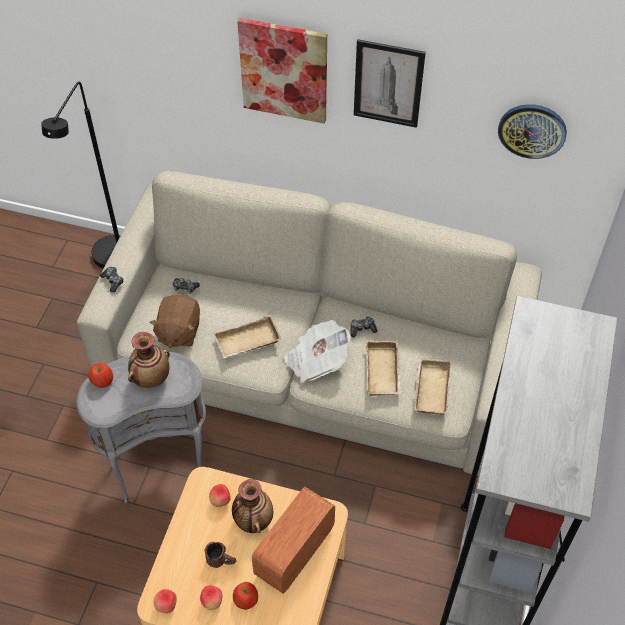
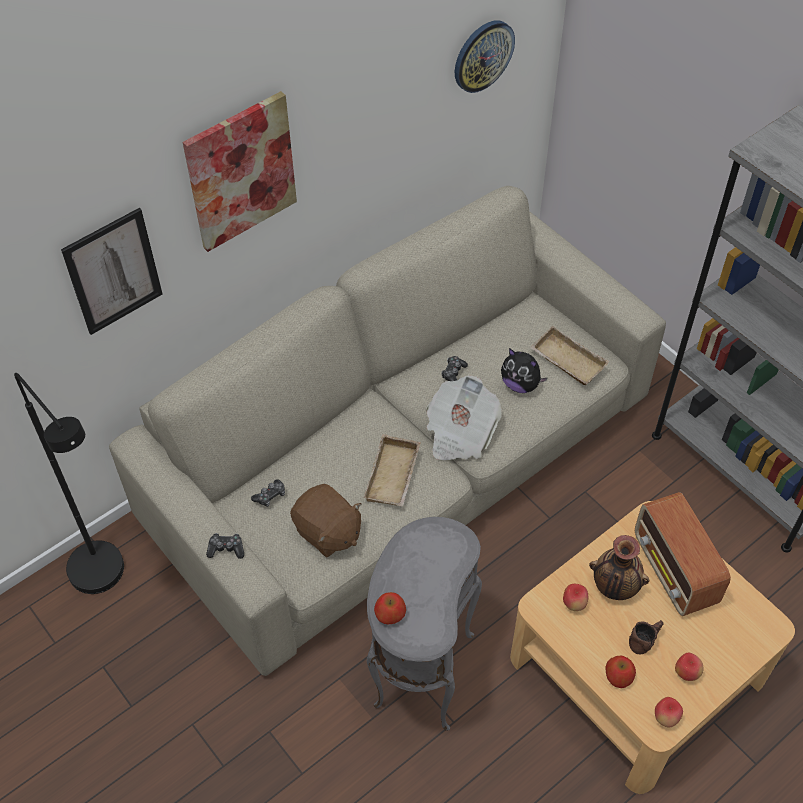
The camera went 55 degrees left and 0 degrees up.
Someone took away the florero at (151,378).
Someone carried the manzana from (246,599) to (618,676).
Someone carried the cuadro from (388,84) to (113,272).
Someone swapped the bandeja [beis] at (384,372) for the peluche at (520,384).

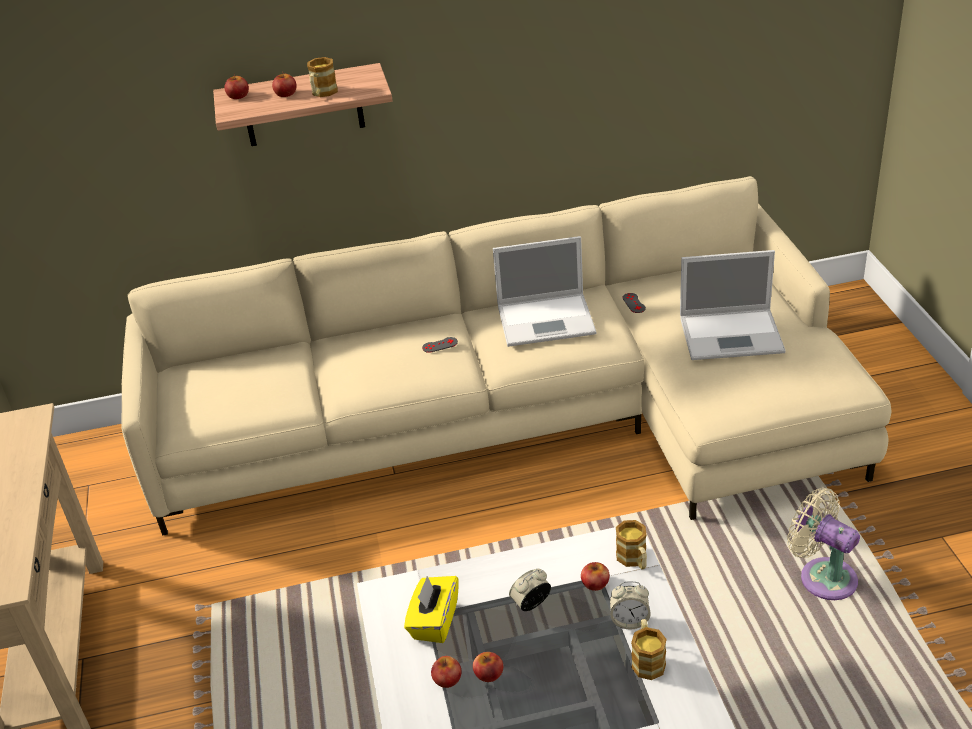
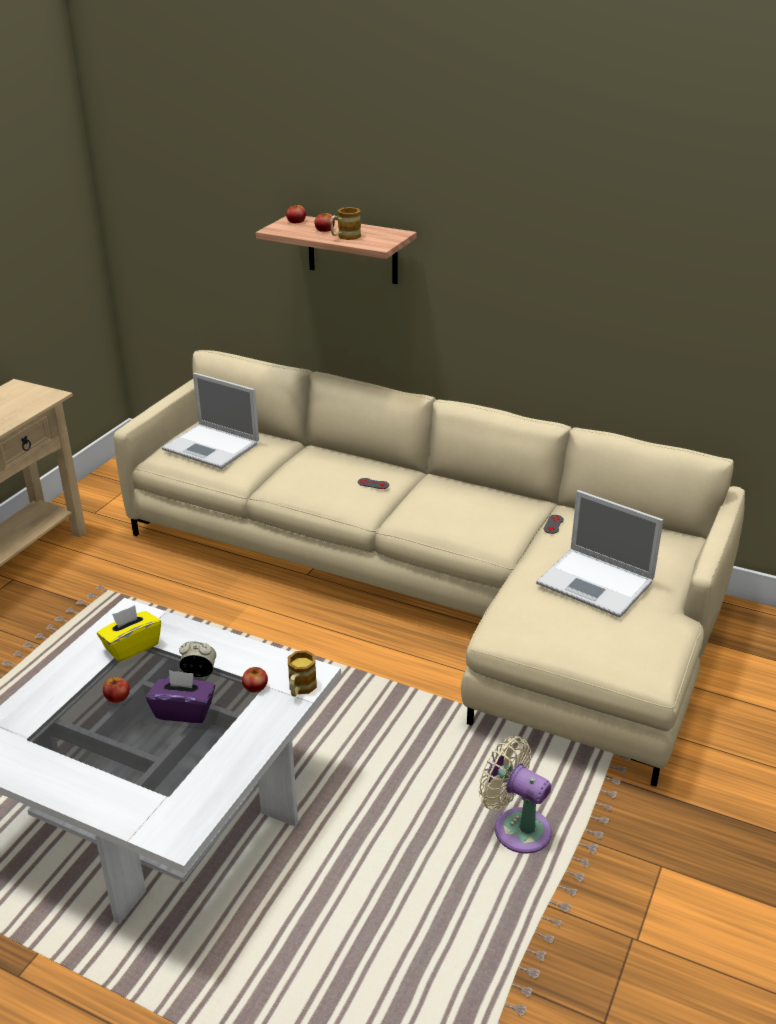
The camera went 35 degrees right and 5 degrees down.
Someone took away the manzana at (447,678).
Someone carried the portátil from (548,319) to (212,447).
Someone took away the despertador at (629,621).
Someone took away the taza grande at (647,659).
Someone rotated the ventilador [beis] at (823,576) by 45 degrees counterclockwise.
Someone put down the caja de pañuelos [morado] at (184,711).

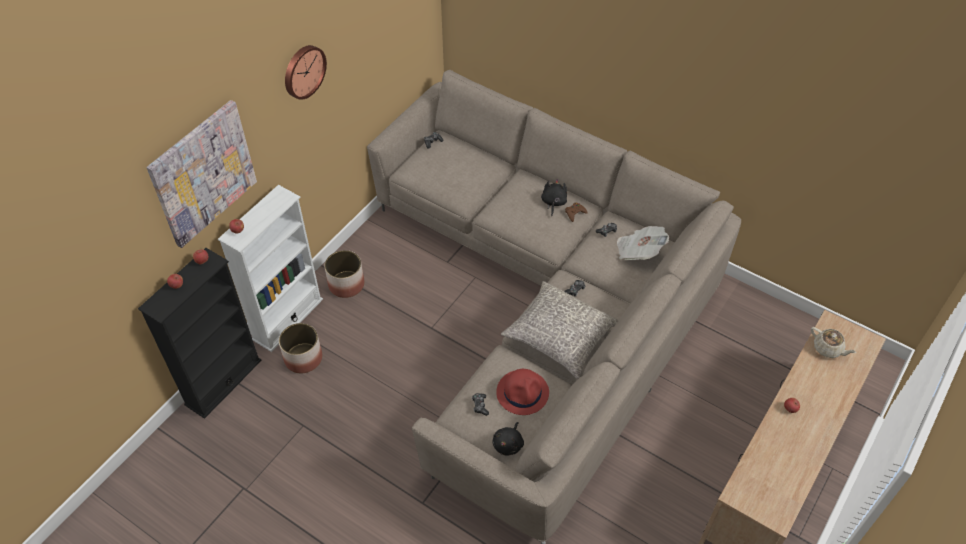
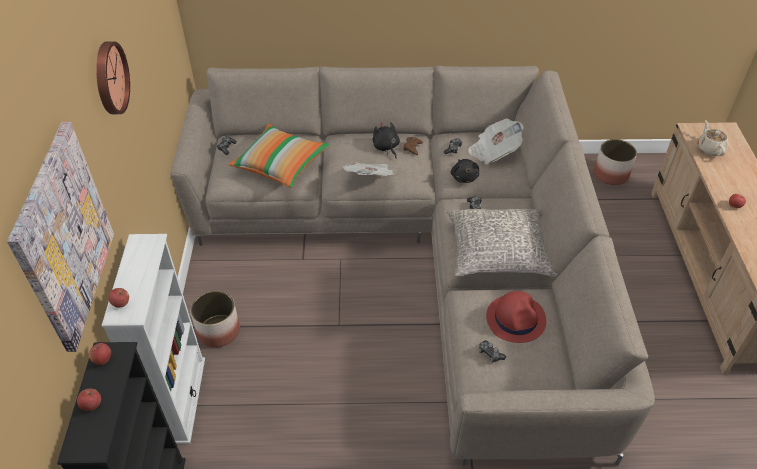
The camera went 35 degrees left and 5 degrees down.
Someone carried the maceta from (303,358) to (610,175).
Someone carried the peluche [negro] from (508,444) to (464,177).
Someone rotated the tetera [beis] at (828,349) by 105 degrees counterclockwise.
Someone put down the cojín at (281,165).
Someone put down the periódico at (370,179).

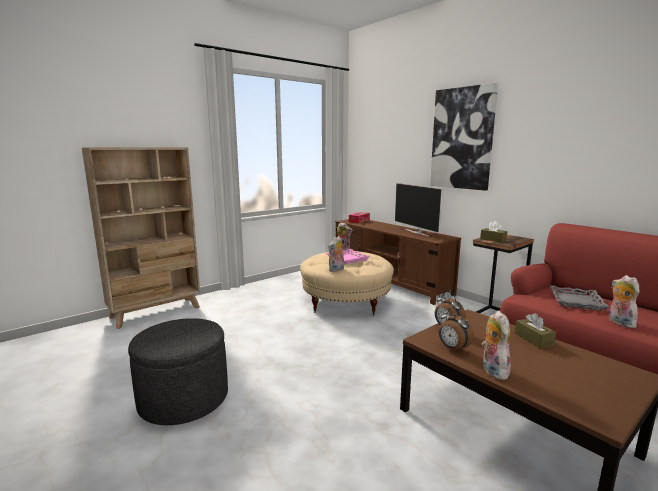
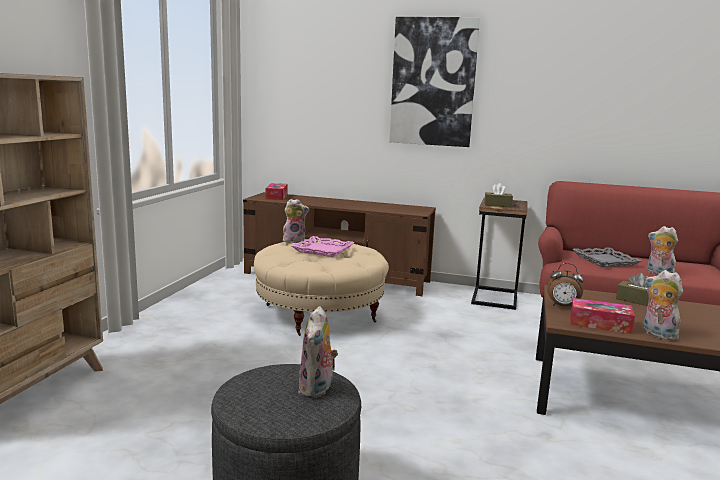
The camera went 35 degrees left and 0 degrees up.
Someone carried the peluche from (336,270) to (317,389).
Someone took away the televisor at (417,232).
Someone swapped the despertador at (452,348) for the caja de pañuelos at (599,324).

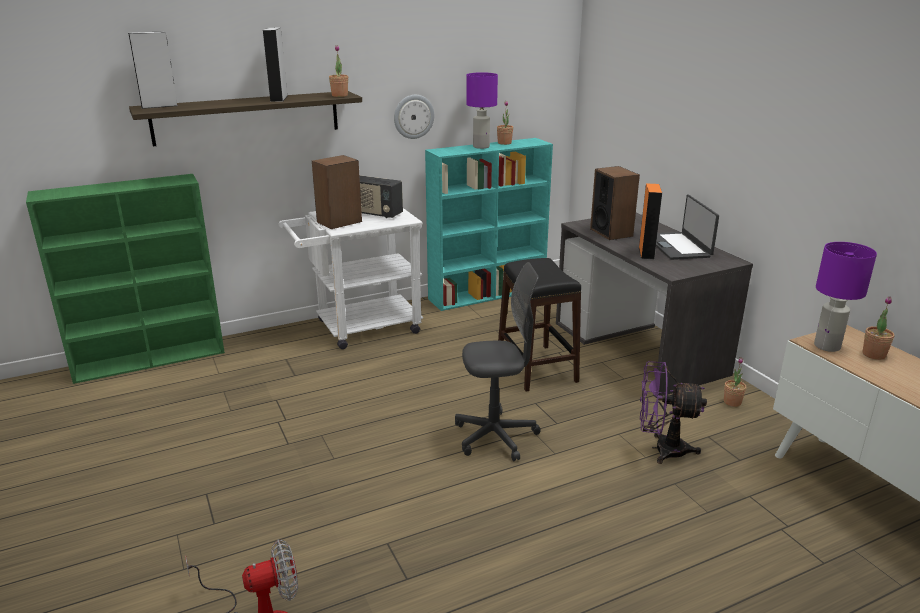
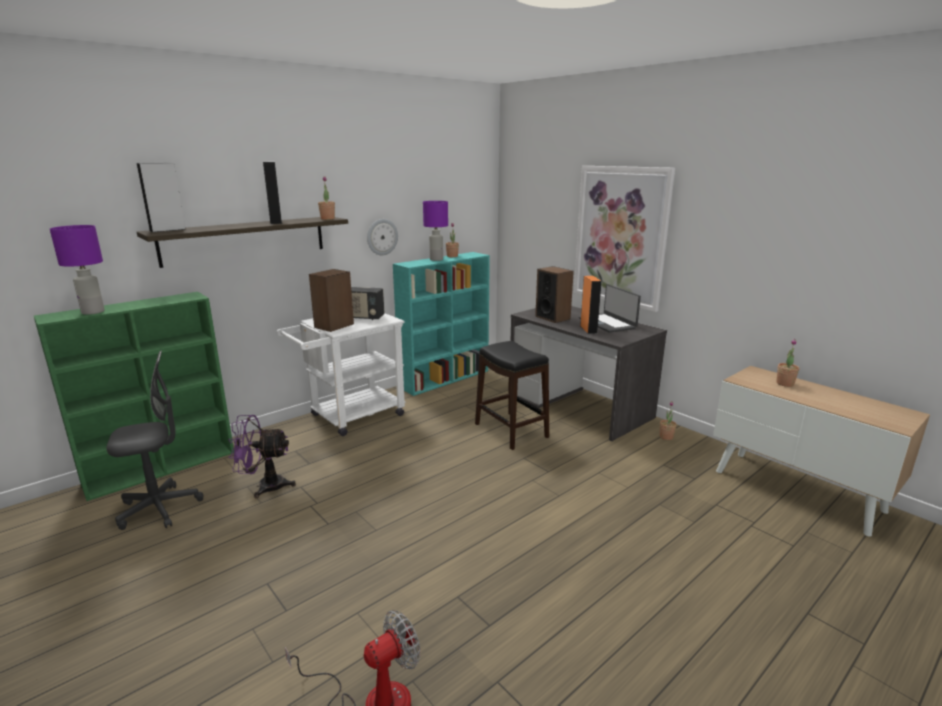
The camera went 15 degrees left and 5 degrees down.
Someone carried the silla de oficina [gris] from (495,437) to (159,508).
Someone carried the ventilador [morado] from (661,449) to (264,486).
Someone carried the lámpara de mesa [morado] from (827,346) to (93,312).
Someone put up the cuadro at (620,236).

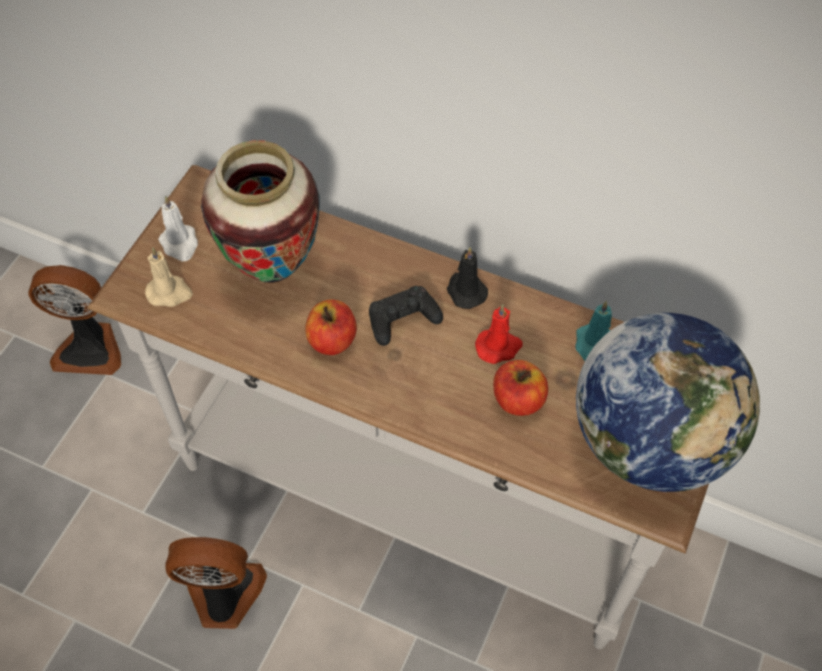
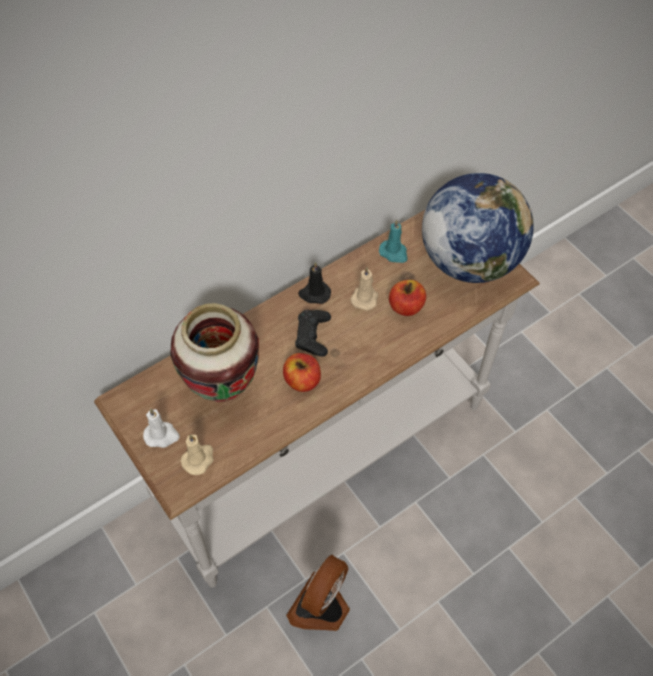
The camera went 60 degrees left and 0 degrees up.
Someone took away the ventilador at (90,348).
Someone repainted the vela [rojo] at (499,347), which became the vela [beis] at (365,297).

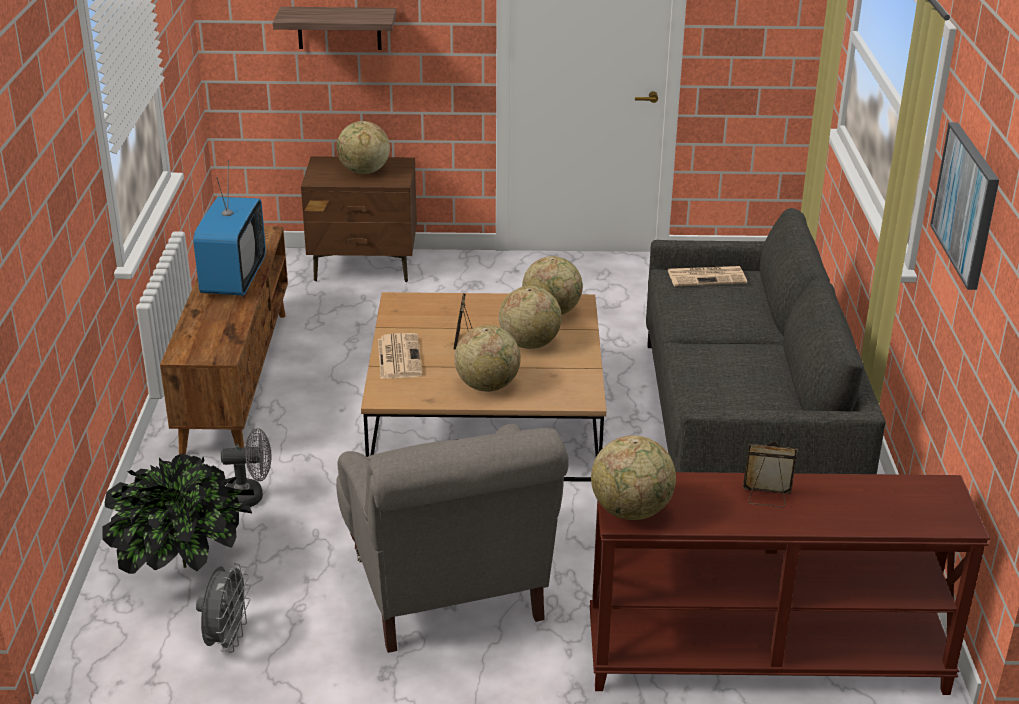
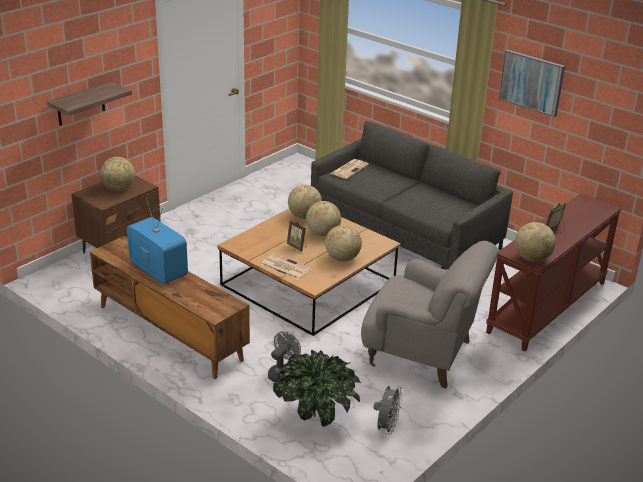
The camera went 50 degrees left and 0 degrees up.
Someone rotated the ventilador [gris] at (227,640) by 60 degrees clockwise.

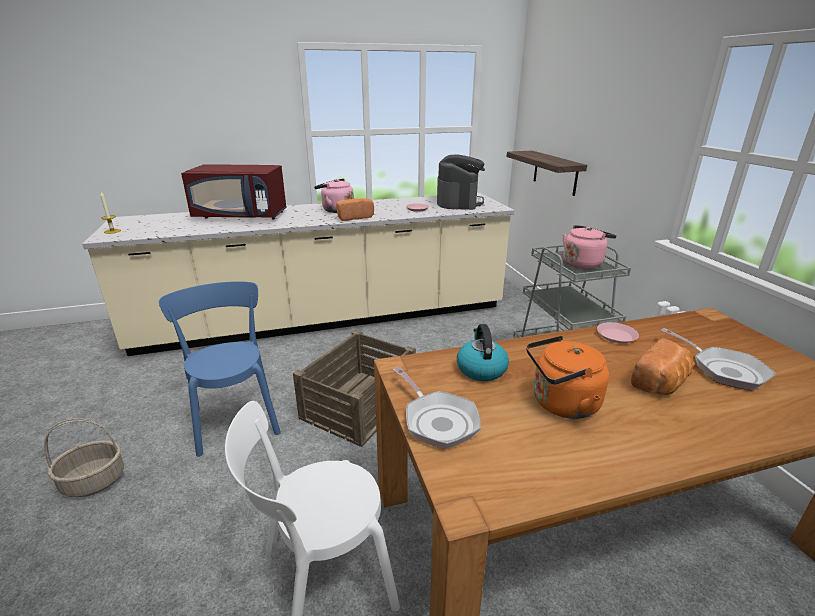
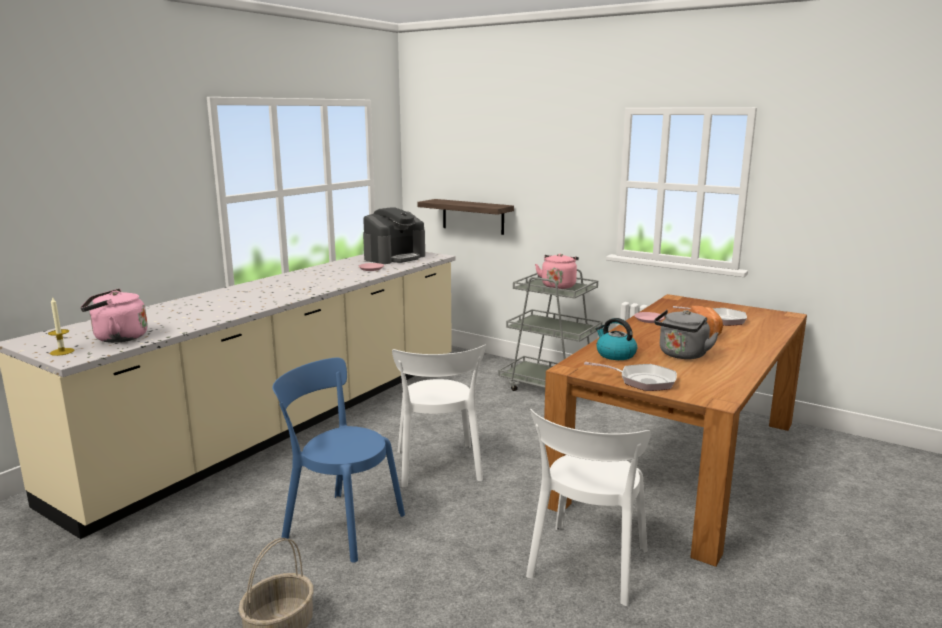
The camera went 40 degrees left and 10 degrees down.
Someone took away the microondas [rojo] at (242,216).
Someone swapped the caja de embalaje at (358,404) for the silla [blanco] at (438,468).
Someone carried the hervidor [rosa] from (336,210) to (117,338).
Someone took away the pan at (354,217).
Someone rotated the cafetera at (459,202) by 75 degrees clockwise.
Someone repainted the hervidor [naranja] at (561,404), which became the hervidor [gris] at (681,355).

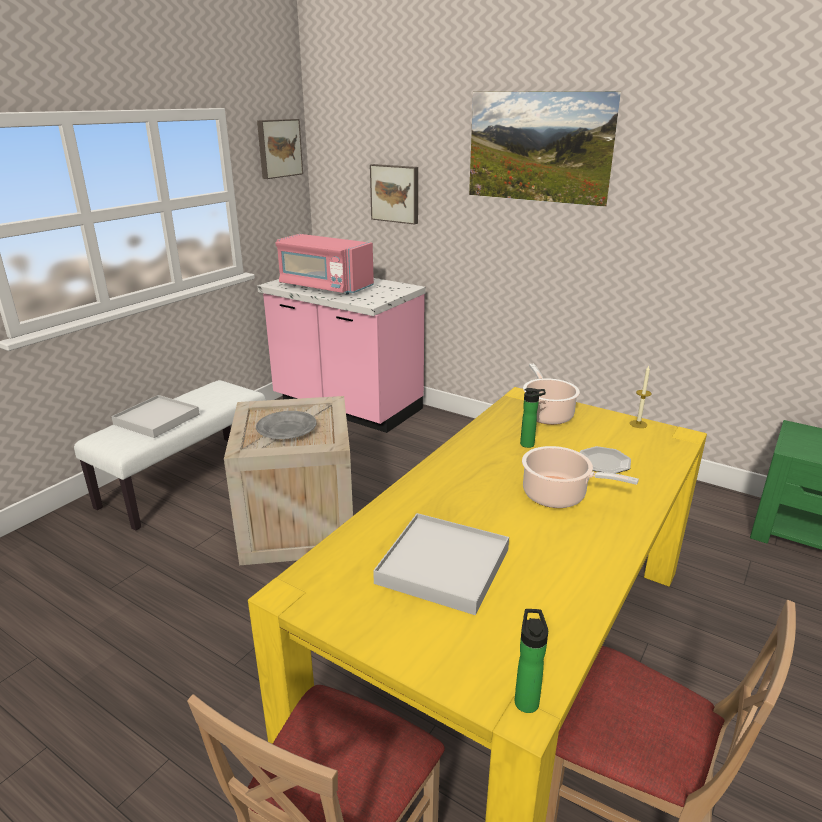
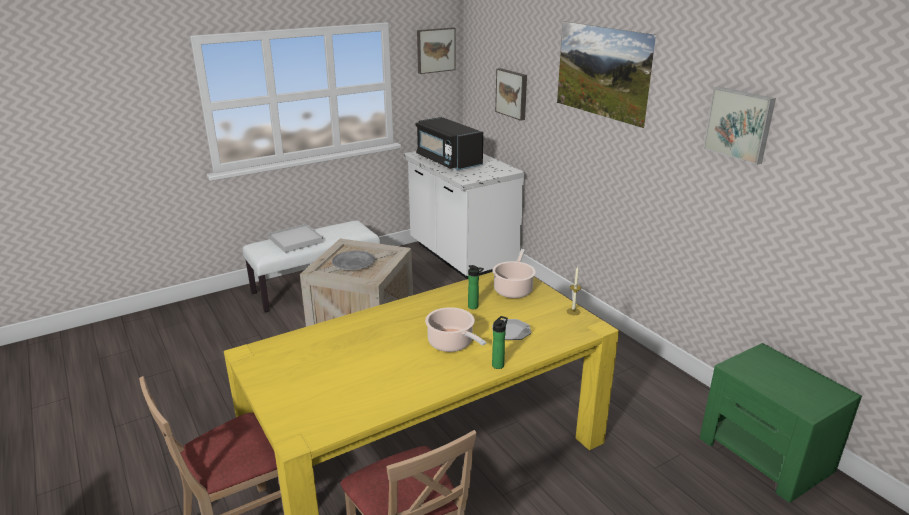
The camera went 25 degrees right and 0 degrees up.
Someone repainted the mueble bajo de cocina [rosa] at (347,407), which became the mueble bajo de cocina [blanco] at (461,258).
Someone repainted the microondas [rosa] at (324,287), which became the microondas [negro] at (448,161).
Someone took away the bandeja [blanco] at (443,566).
Someone carried the botella from (526,699) to (498,364).
Someone put up the cuadro at (740,124).

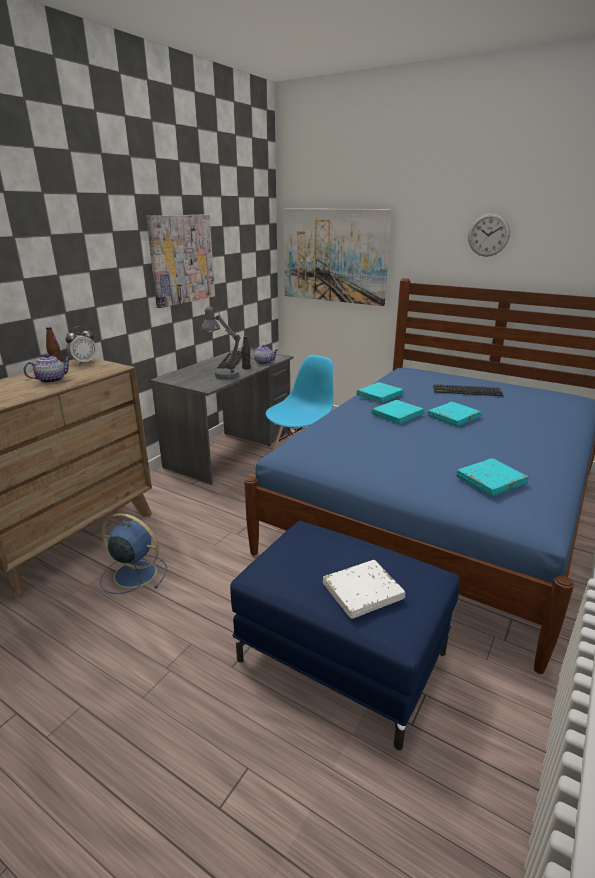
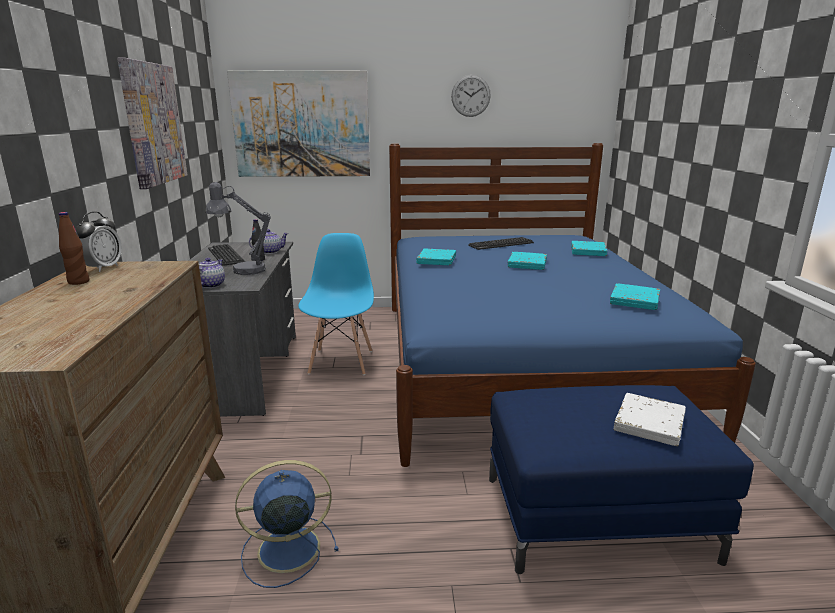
The camera went 35 degrees left and 5 degrees down.
Someone carried the tetera from (52,380) to (211,285).
Someone carried the libro [turquesa] from (397,415) to (588,251).

